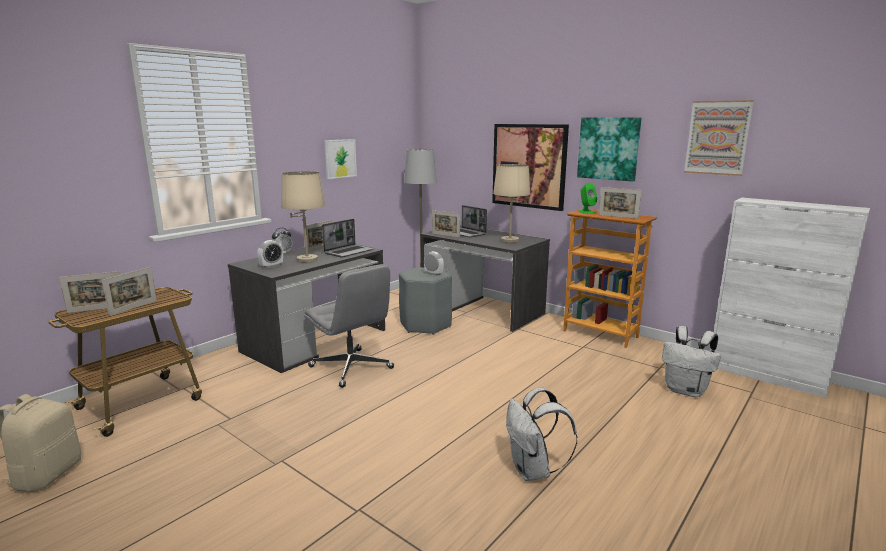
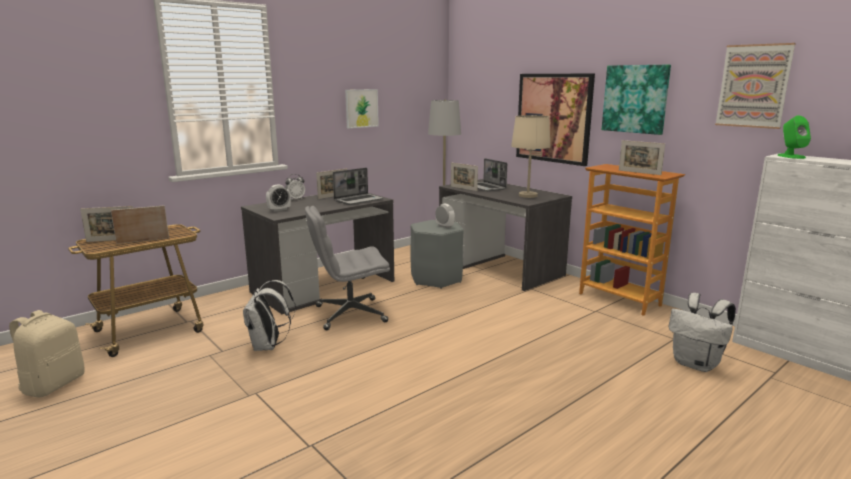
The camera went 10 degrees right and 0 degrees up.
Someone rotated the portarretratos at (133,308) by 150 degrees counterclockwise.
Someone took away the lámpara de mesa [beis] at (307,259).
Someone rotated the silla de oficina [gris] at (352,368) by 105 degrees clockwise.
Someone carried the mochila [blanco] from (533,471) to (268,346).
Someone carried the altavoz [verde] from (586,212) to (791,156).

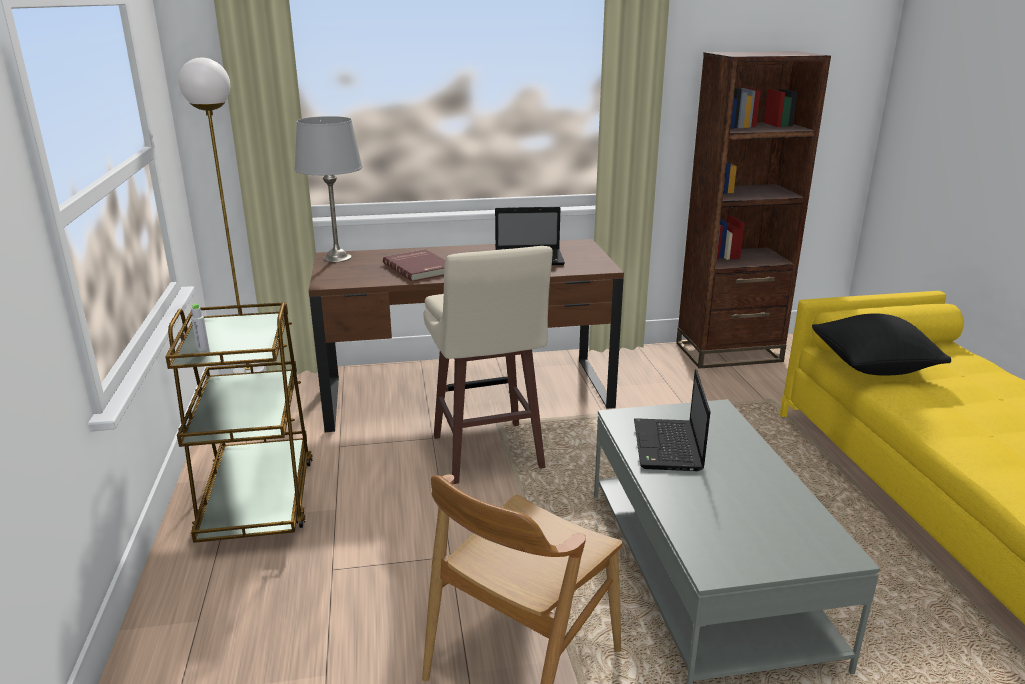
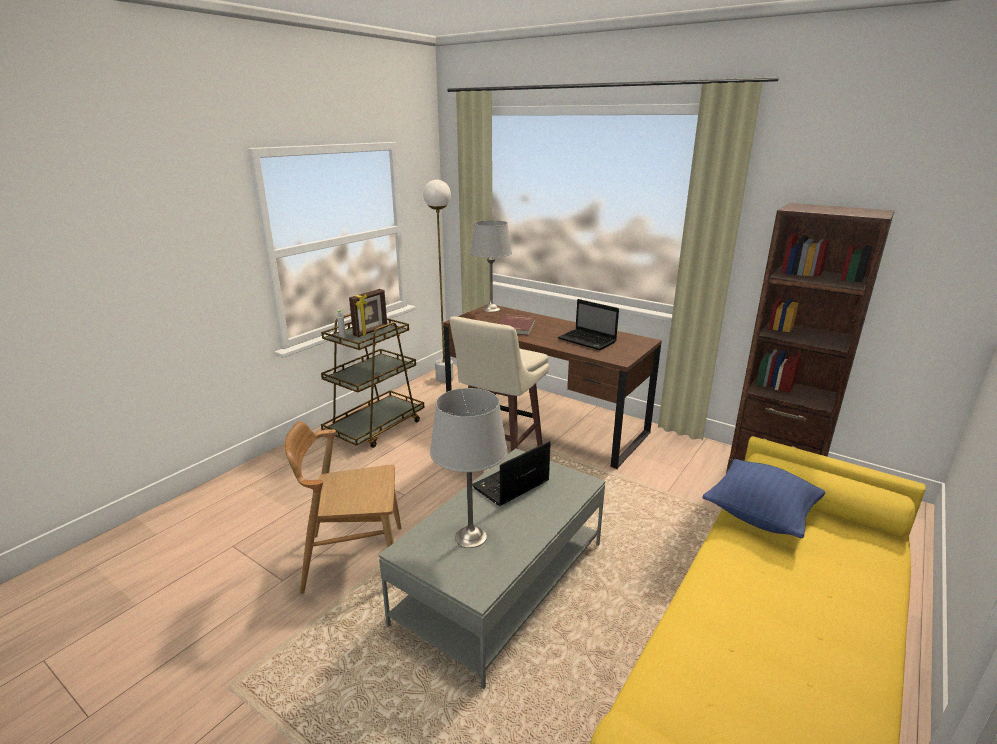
The camera went 45 degrees right and 0 degrees up.
Someone repainted the cojín [negro] at (873,367), which became the cojín [azul] at (760,515).
Someone put down the portarretratos at (371,331).
Someone put down the lámpara de mesa [gris] at (470,537).

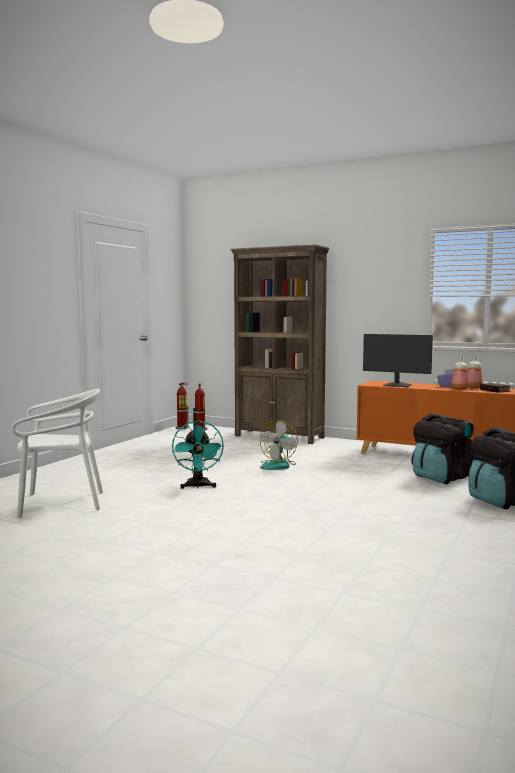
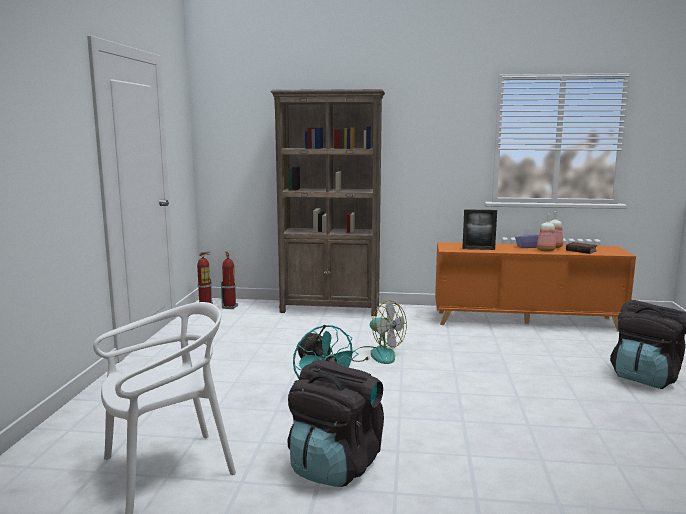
The camera went 20 degrees left and 5 degrees up.
Someone rotated the ventilador at (278,465) by 60 degrees counterclockwise.
Someone swapped the monitor at (397,385) for the portarretratos at (478,249).
Someone carried the mochila [negro] from (441,478) to (335,465).

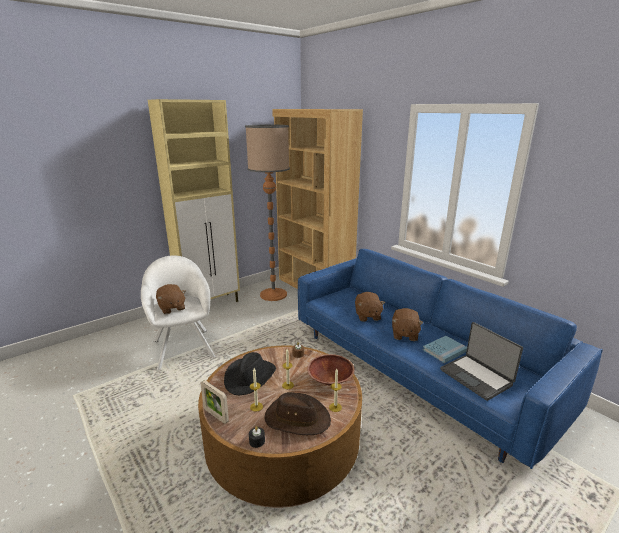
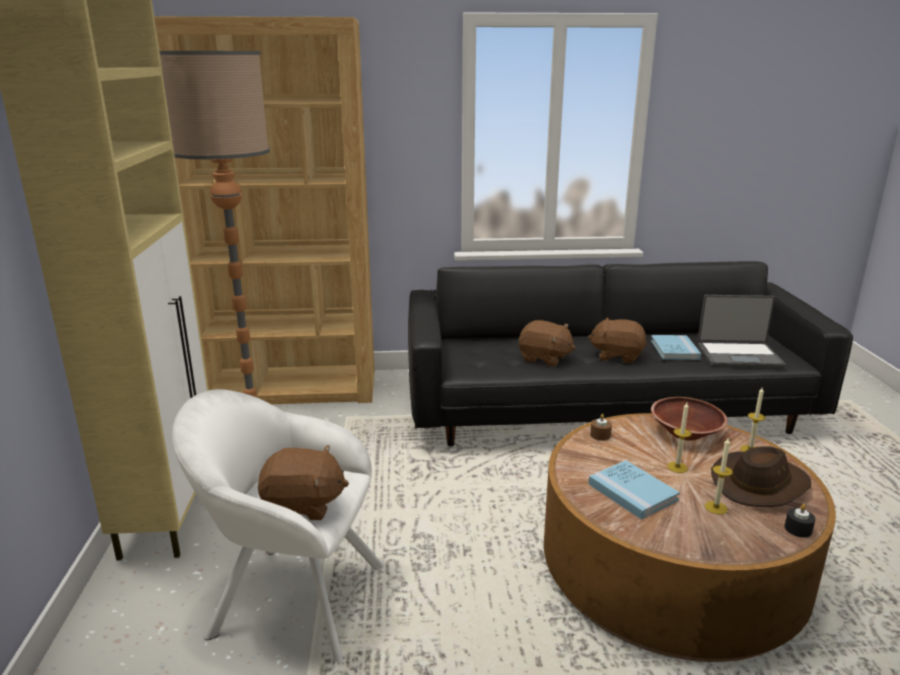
The camera went 55 degrees left and 0 degrees up.
Someone took away the portarretratos at (216,415).
Someone swapped the sombrero [negro] at (250,377) for the libro [azul] at (632,492).
Someone repainted the sofá [azul] at (415,370), which became the sofá [negro] at (604,408).
Someone rotated the peluche [marrón] at (404,334) by 150 degrees clockwise.

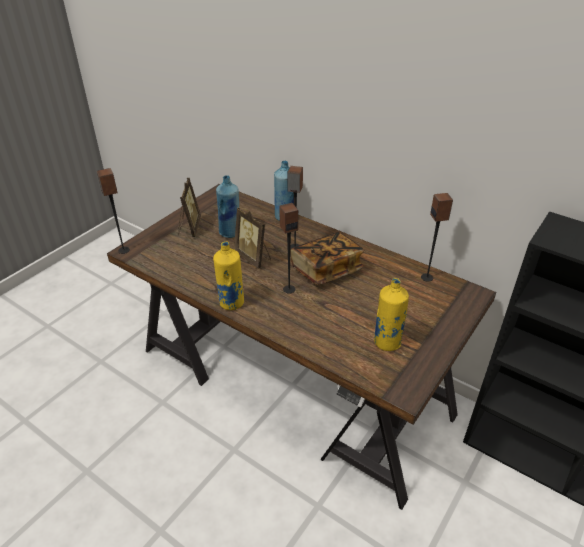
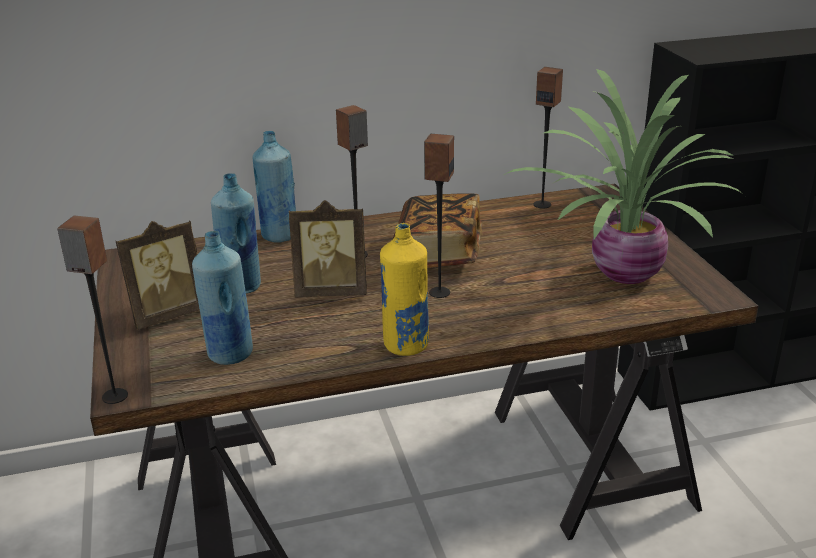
The camera went 50 degrees left and 10 degrees down.
Someone rotated the portarretratos at (189,228) by 105 degrees clockwise.
Someone swapped the botella [amarillo] at (387,342) for the planta en maceta at (623,271).
Someone put down the botella [azul] at (229,354).

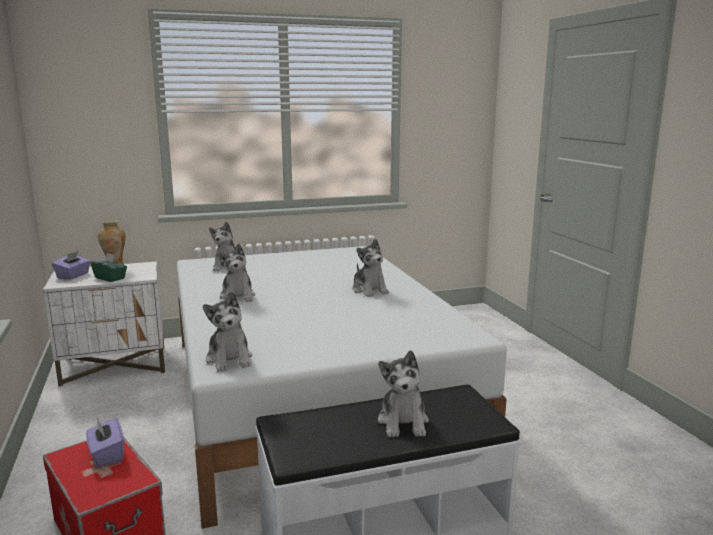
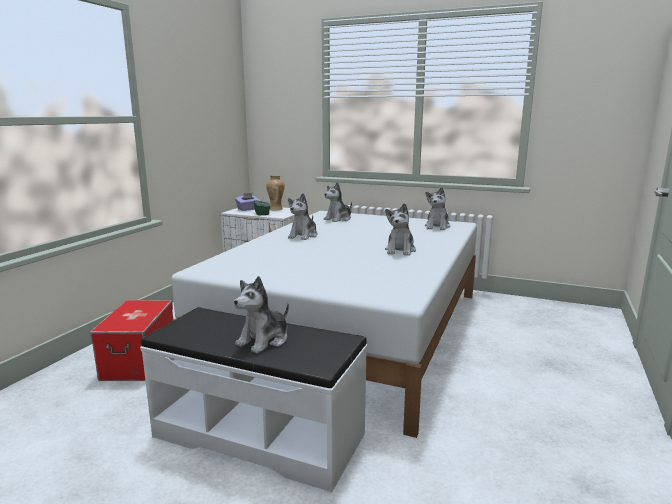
The camera went 40 degrees right and 0 degrees up.
Someone took away the caja de pañuelos [morado] at (106,455).
Someone carried the peluche from (230,359) to (437,226).

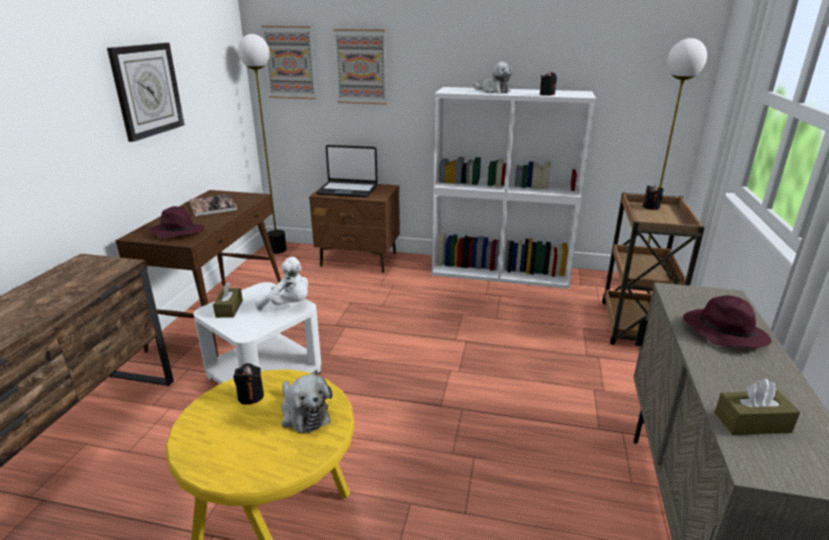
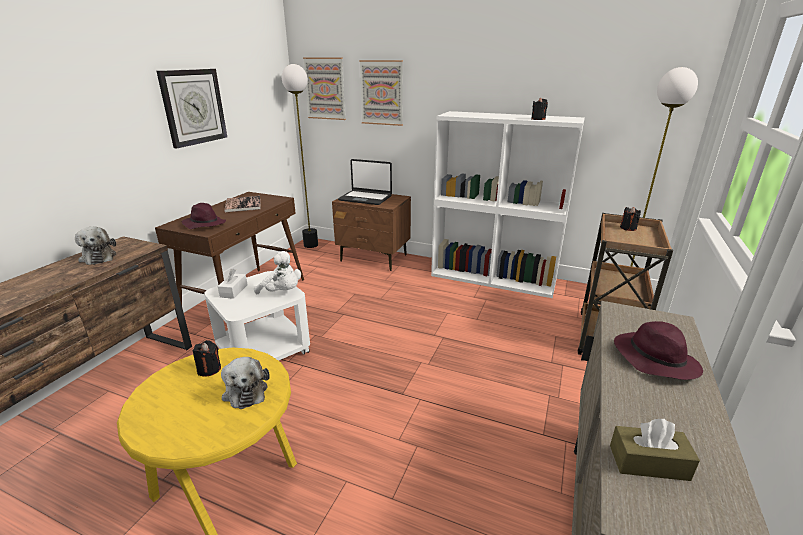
The camera went 10 degrees right and 0 degrees up.
Someone repainted the caja de pañuelos [marrón] at (229,309), which became the caja de pañuelos [blanco] at (234,291).
Someone carried the peluche from (493,91) to (98,257).

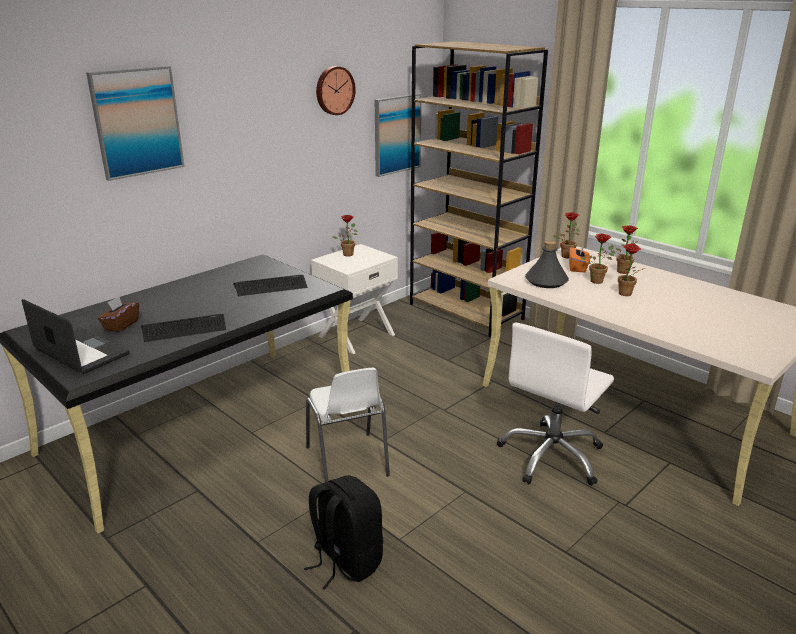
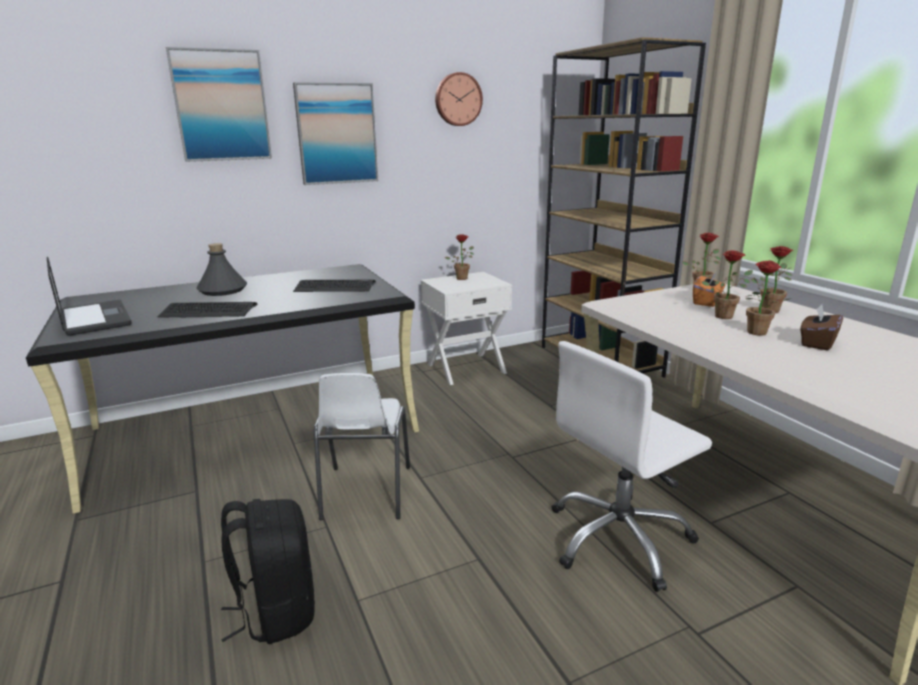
The camera went 20 degrees right and 5 degrees down.
Someone carried the caja de pañuelos [marrón] from (121,325) to (817,343).
Someone carried the cuadro from (396,134) to (337,134).
Someone carried the botella [gris] from (546,281) to (222,290).

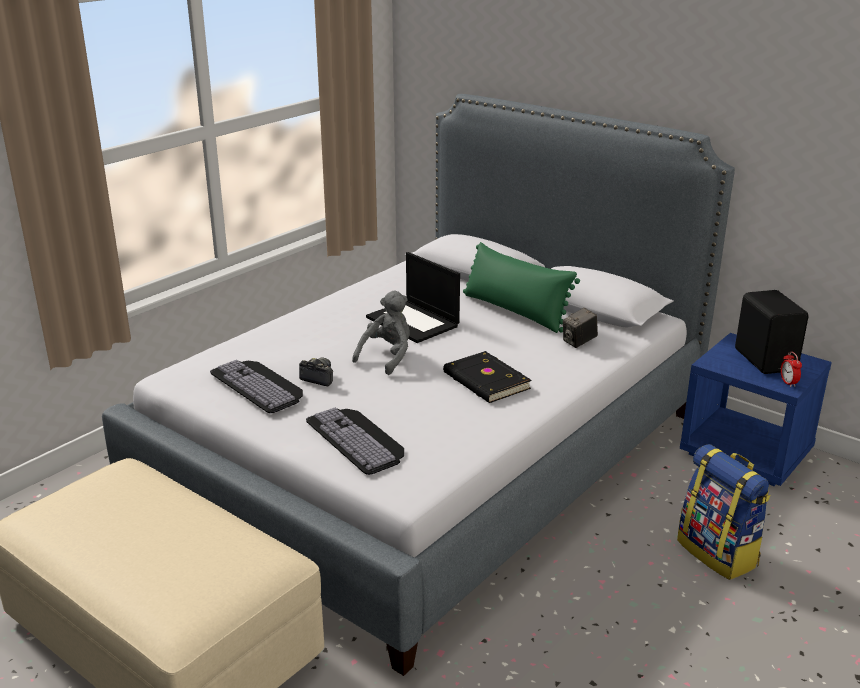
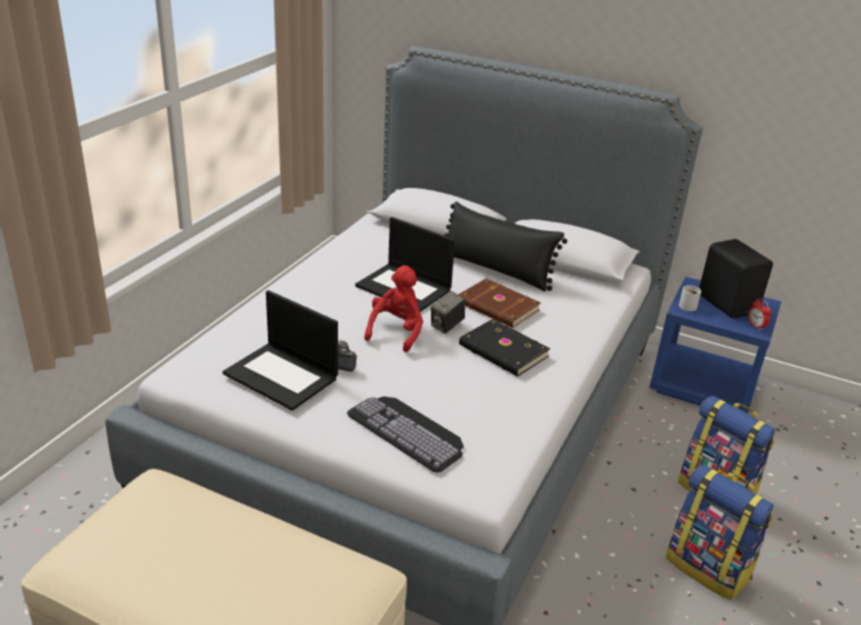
The camera went 15 degrees left and 5 degrees up.
Someone swapped the teclado at (260,385) for the portátil at (282,376).
Someone repainted the peluche [gris] at (387,357), which became the peluche [rojo] at (396,331).
Someone repainted the cojín [verde] at (515,311), which became the cojín [negro] at (496,269).
Someone carried the cámara from (579,342) to (447,326).
Someone put down the libro [marrón] at (497,307).
Someone put down the mochila at (708,568).
Someone put down the taza grande [blanco] at (687,305).

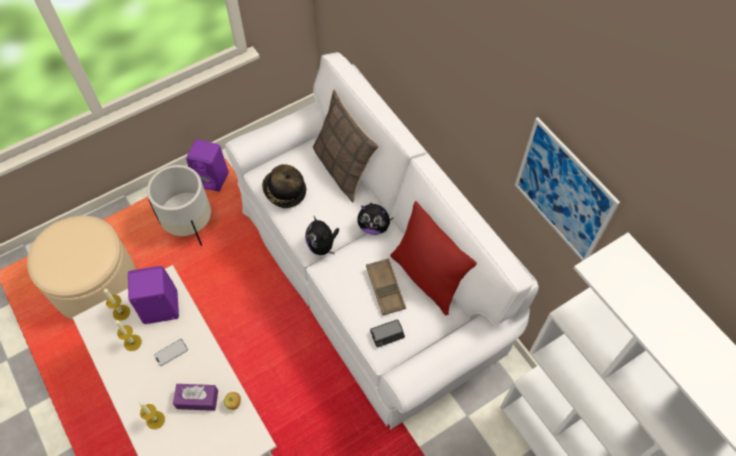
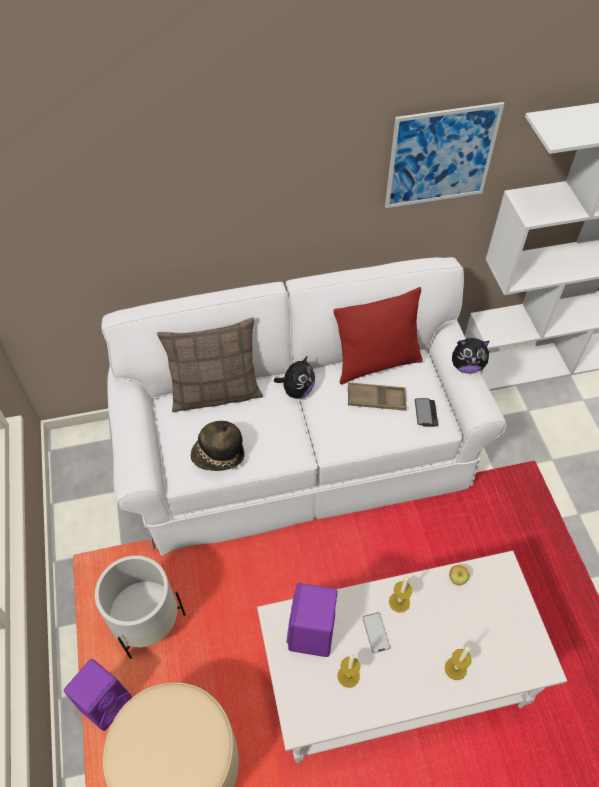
The camera went 70 degrees left and 5 degrees down.
Someone carried the vela from (121,312) to (399,602).
Someone took away the caja de pañuelos [morado] at (197,399).
Someone carried the altavoz [morado] from (213,179) to (106,701).
Someone carried the peluche from (322,246) to (466,366).

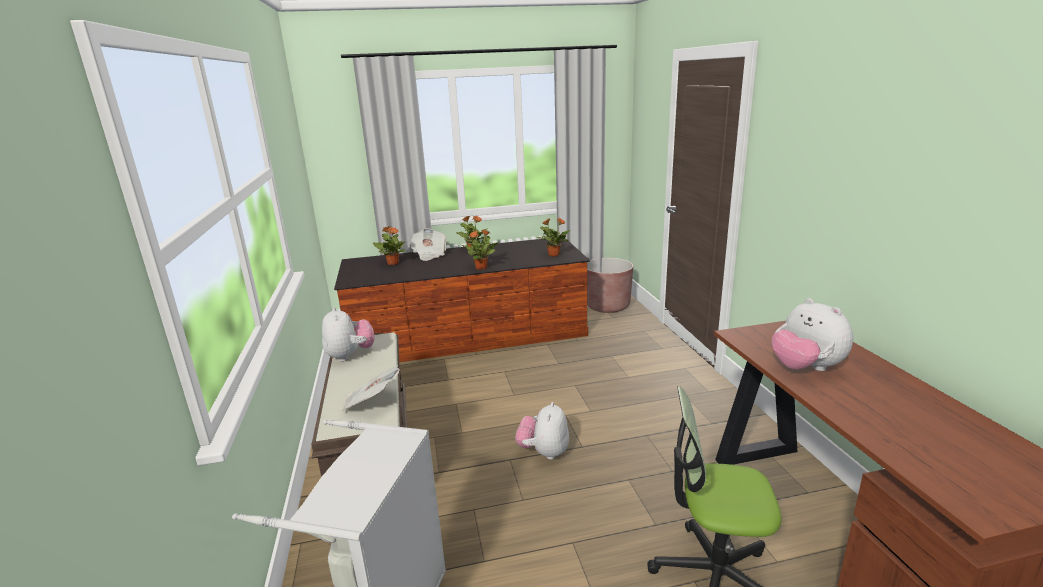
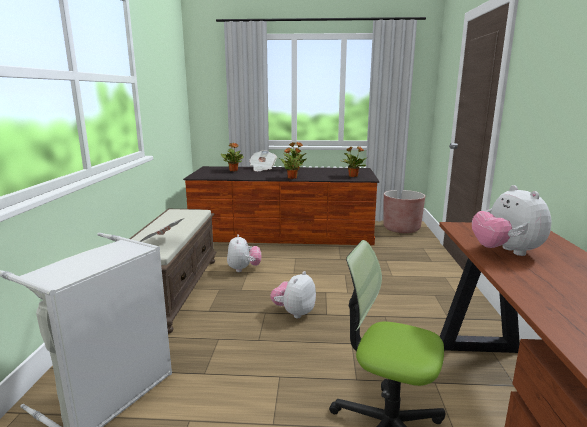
The camera went 15 degrees right and 5 degrees down.
Someone carried the peluche from (350,355) to (244,269).

